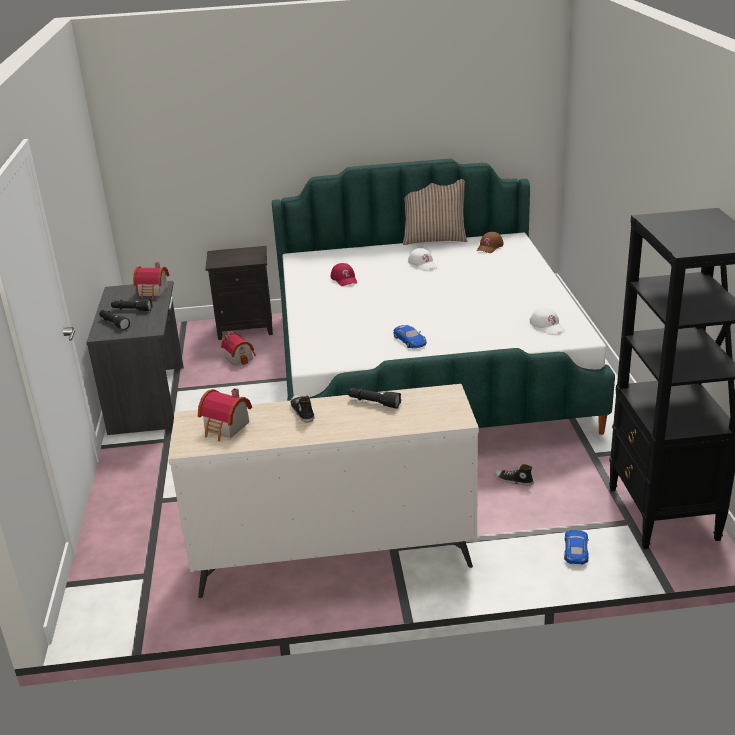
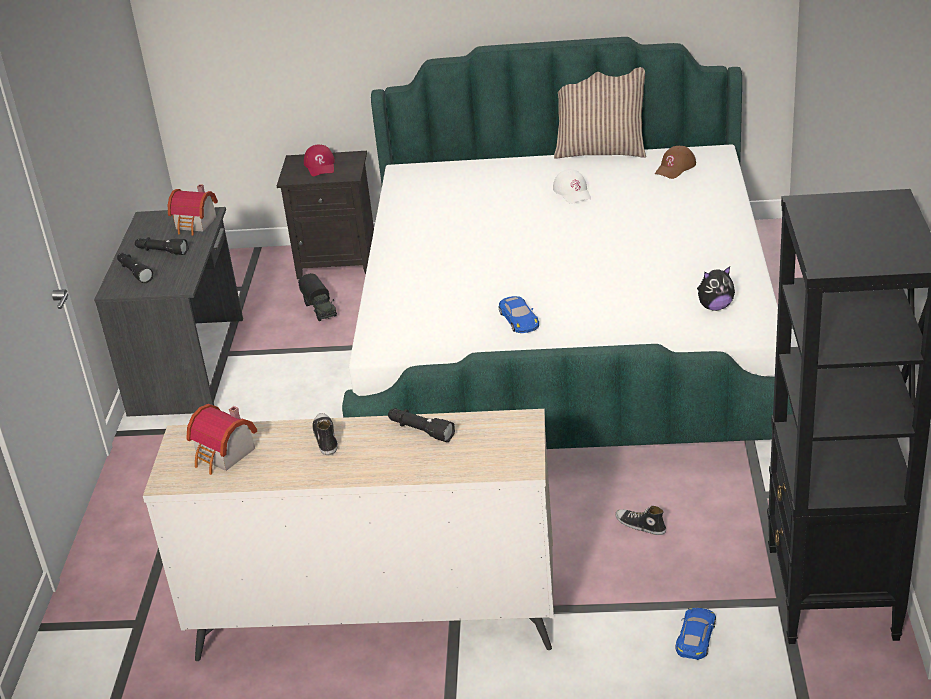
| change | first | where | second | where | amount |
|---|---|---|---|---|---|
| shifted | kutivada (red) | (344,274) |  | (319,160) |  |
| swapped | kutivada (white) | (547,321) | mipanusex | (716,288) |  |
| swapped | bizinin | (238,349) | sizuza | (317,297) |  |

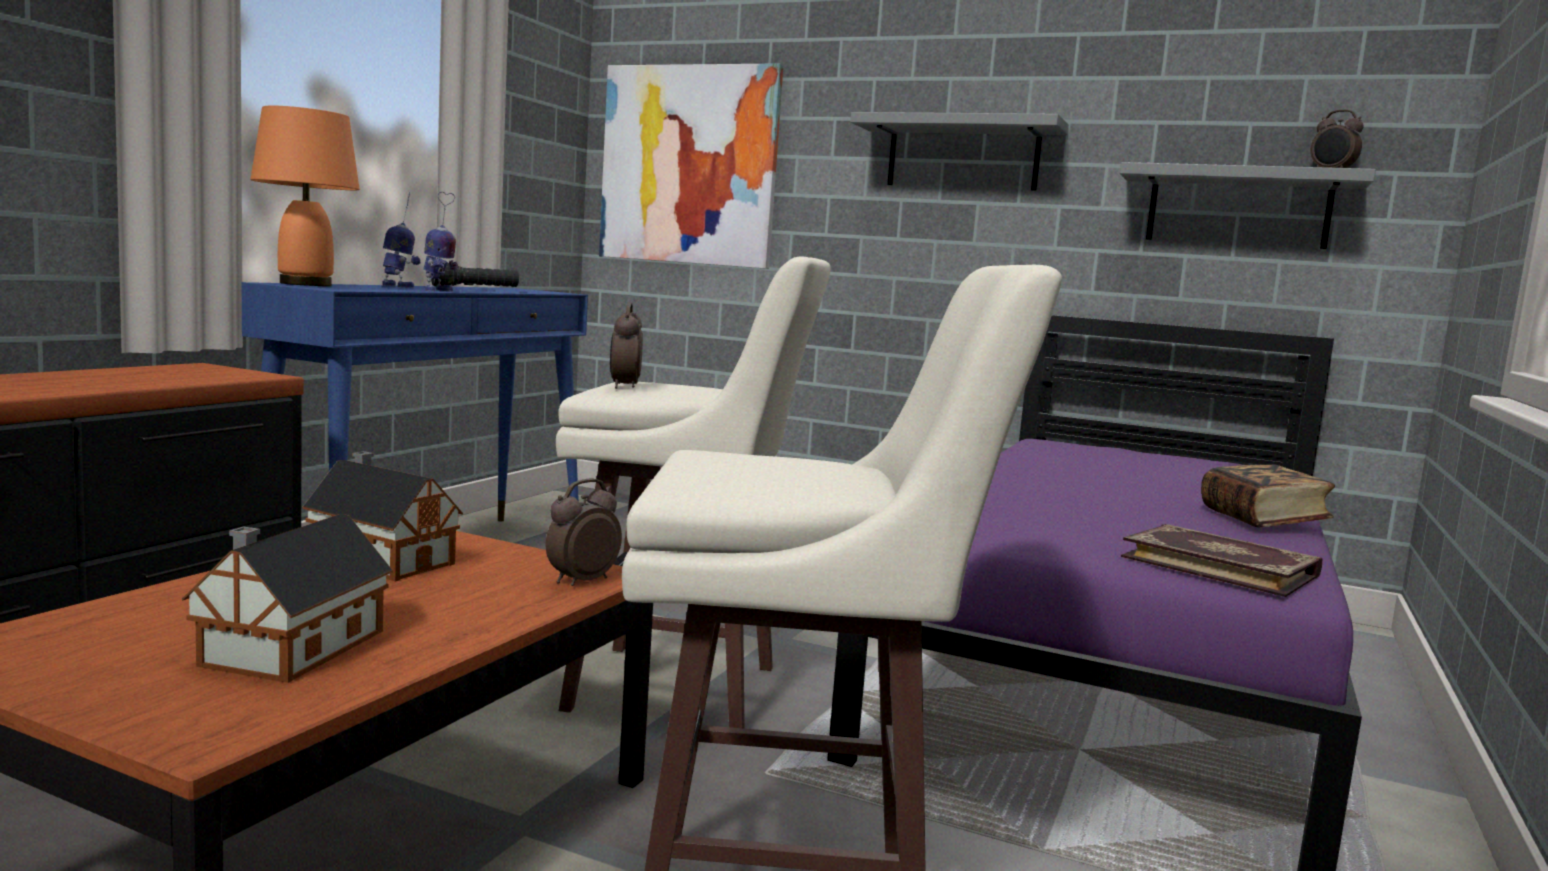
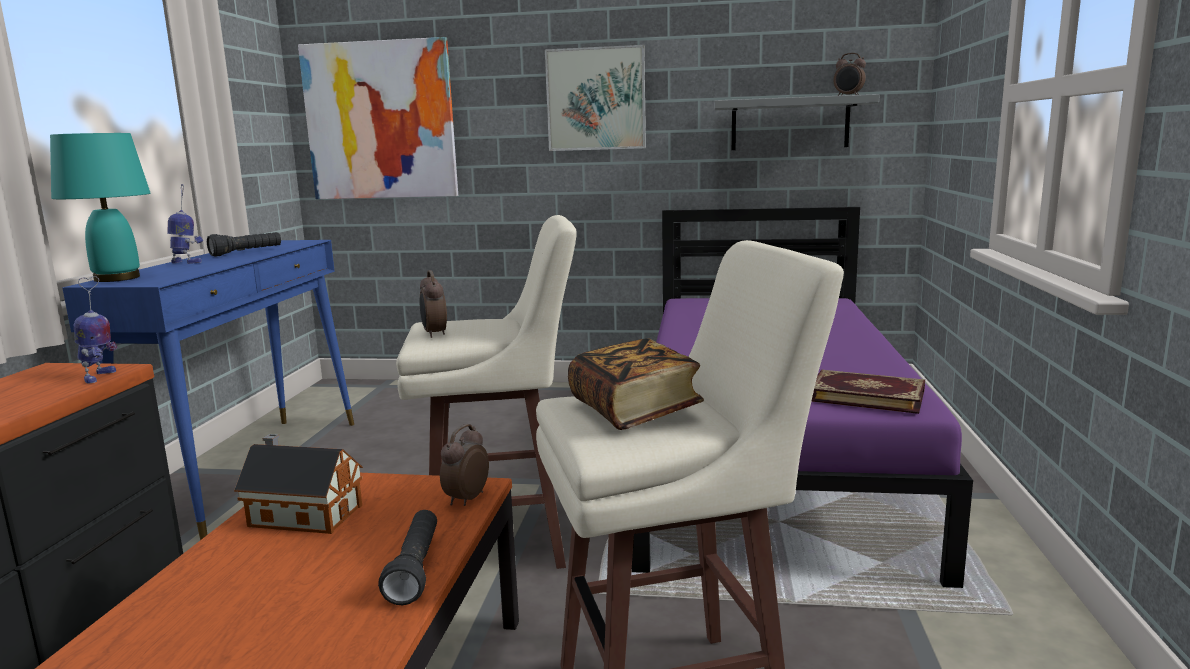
| change | first | where | second | where | amount |
|---|---|---|---|---|---|
| repainted | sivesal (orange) | (305,195) | sivesal (turquoise) | (100,207) |  |
| swapped | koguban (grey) | (959,151) | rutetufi | (595,98) |  |
| shifted | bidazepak | (440,241) |  | (96,330) |  |
| shifted | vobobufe | (1268,495) |  | (636,384) |  |
| gone | bizinin | (287,598) |  |  |  |
| new |  |  | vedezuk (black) | (407,557) |  |

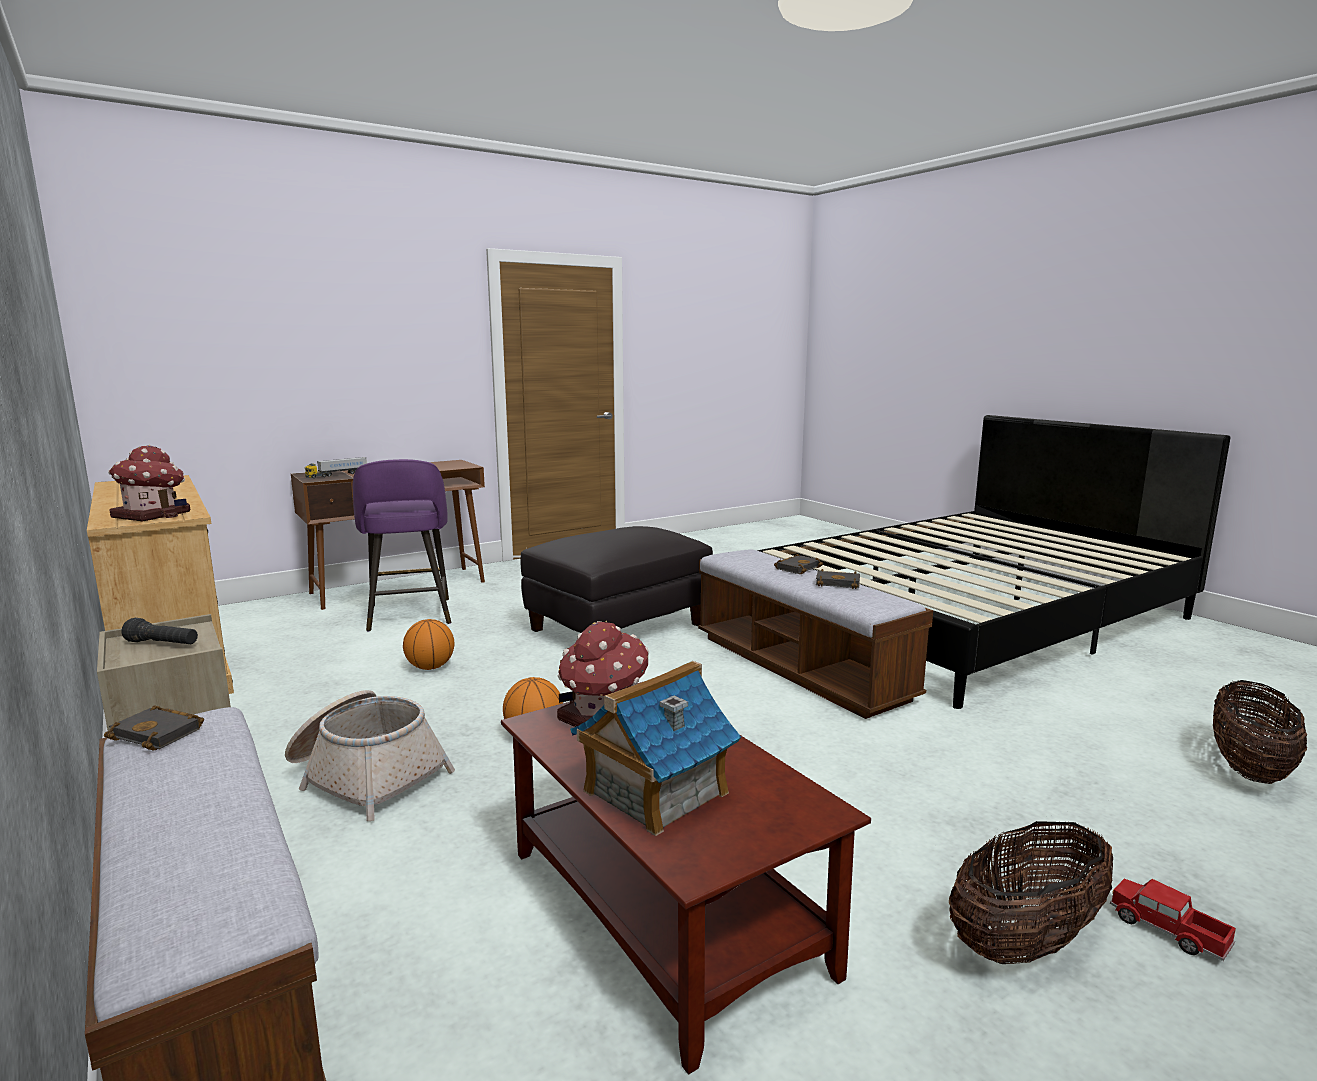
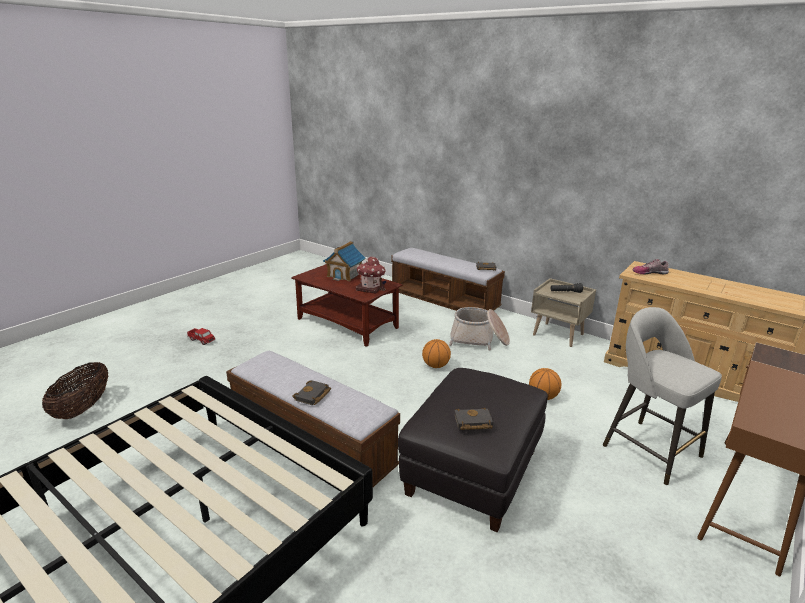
| change | first | where | second | where | amount |
|---|---|---|---|---|---|
| swapped | bizinin | (149,483) | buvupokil | (650,267) |  |
| gone | sizuza | (336,467) |  |  |  |
| repainted | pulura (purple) | (401,545) | pulura (grey) | (662,396) |  |
| shifted | vobobufe (black) | (838,579) |  | (474,419) |  |
| gone | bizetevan | (1031,892) |  |  |  |

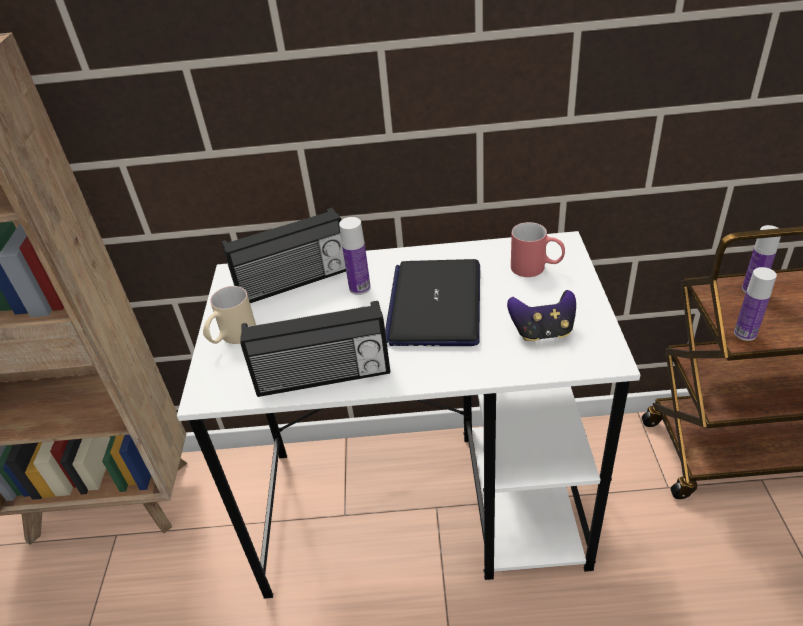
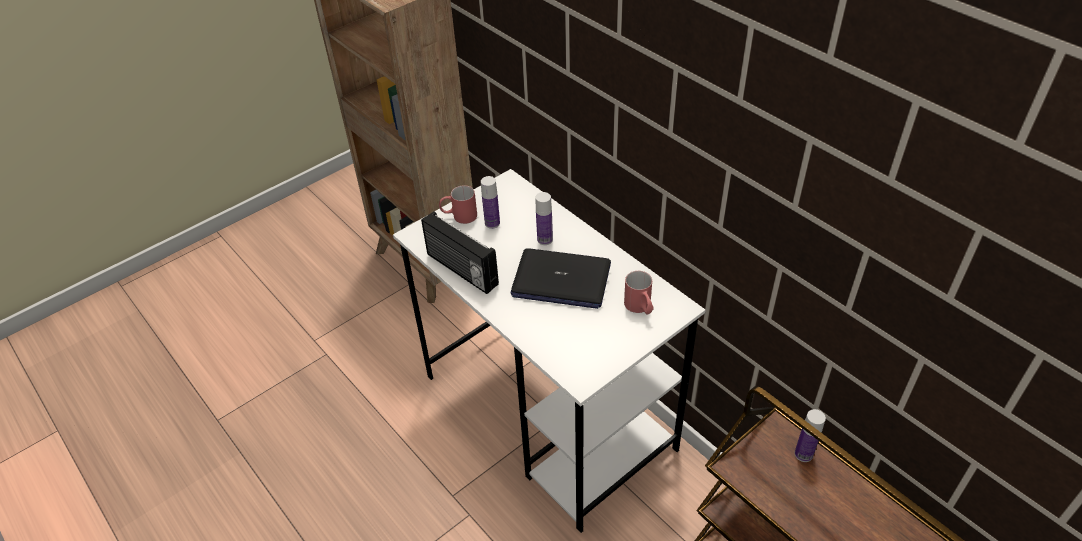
| change | first | where | second | where | amount |
|---|---|---|---|---|---|
| gone | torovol | (284,255) |  |  |  |
| rotated | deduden | (432,302) |  | (560,278) | 135 degrees counterclockwise |
| shifted | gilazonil | (755,304) |  | (490,202) |  |
| repainted | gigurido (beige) | (229,315) | gigurido (red) | (458,204) |  |
| gone | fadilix | (541,315) |  |  |  |

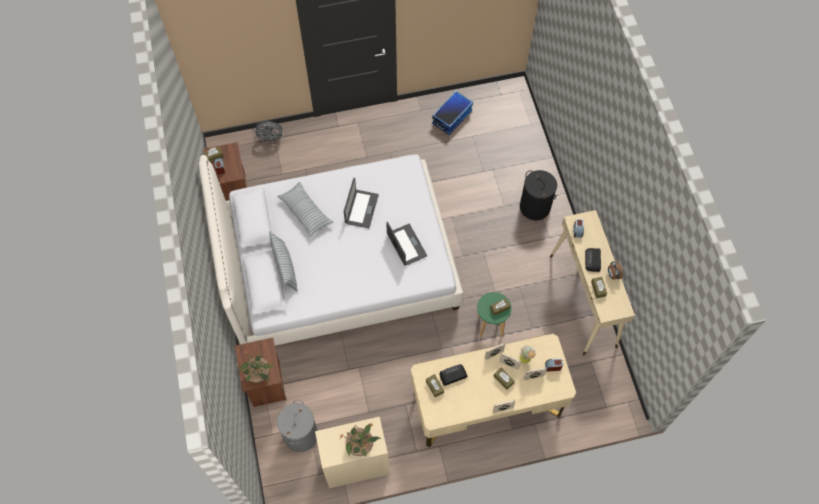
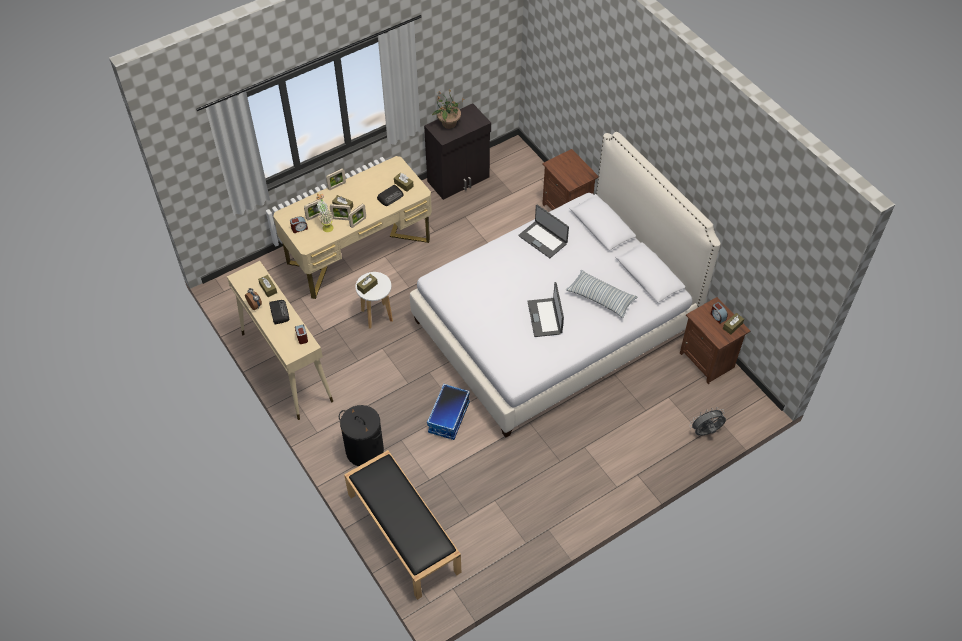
| change | first | where | second | where | amount |
|---|---|---|---|---|---|
| shifted | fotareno | (452,113) |  | (448,412) |  |
| shifted | deduden | (406,244) |  | (543,231) |  |
| gone | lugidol | (283,261) |  |  |  |
| repainted | pulura (green) | (494,314) | pulura (white) | (374,300) |  |
| gone | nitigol | (257,367) |  |  |  |
| gone | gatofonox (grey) | (297,426) |  |  |  |
| repainted | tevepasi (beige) | (352,452) | tevepasi (black) | (457,152) |  |
| new |  |  | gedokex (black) | (402,525) |  |

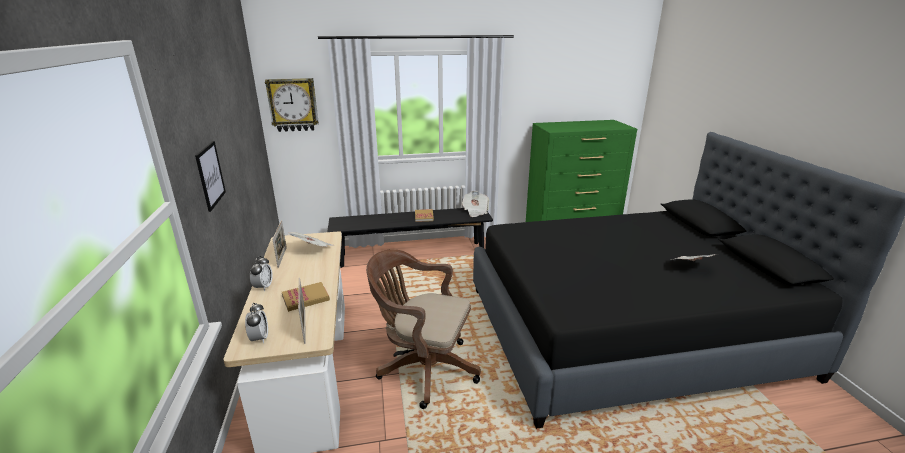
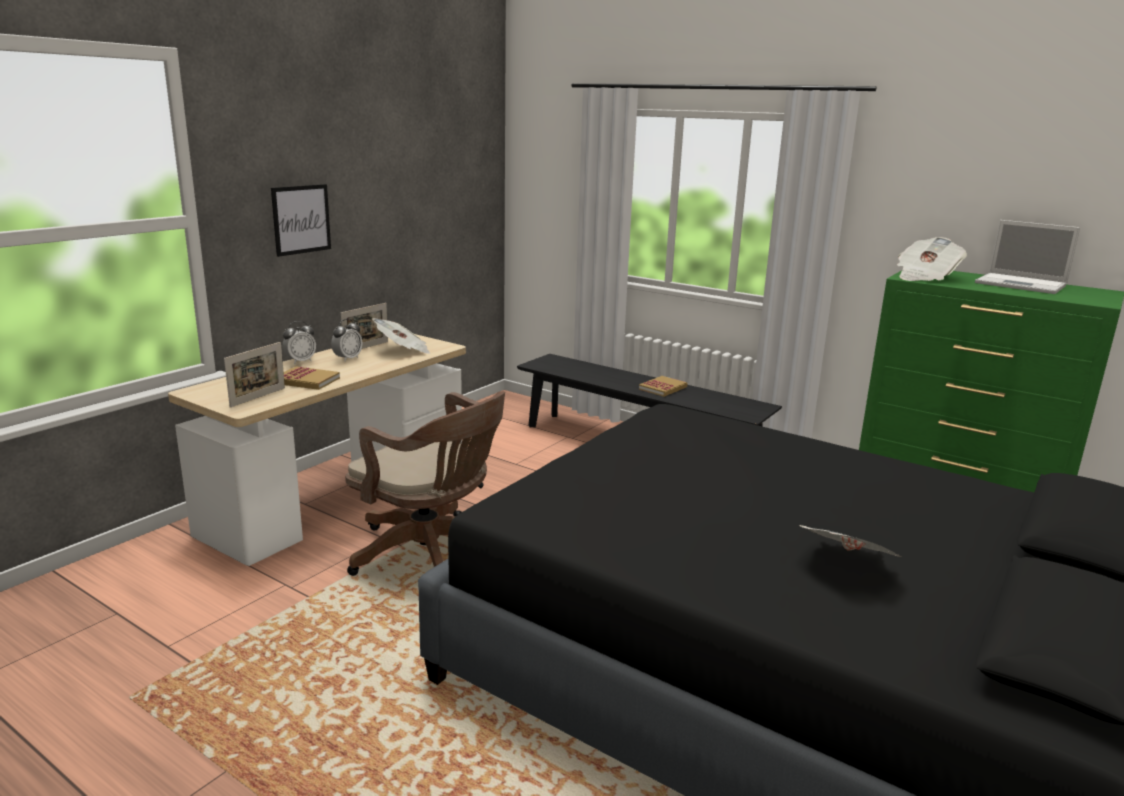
| change | first | where | second | where | amount |
|---|---|---|---|---|---|
| gone | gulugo | (292,105) |  |  |  |
| shifted | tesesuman | (475,204) |  | (932,259) |  |
| rotated | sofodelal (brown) | (423,329) |  | (425,483) | 150 degrees clockwise |
| shifted | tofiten | (256,323) |  | (346,340) |  |
| new |  |  | deduden | (1027,257) |  |

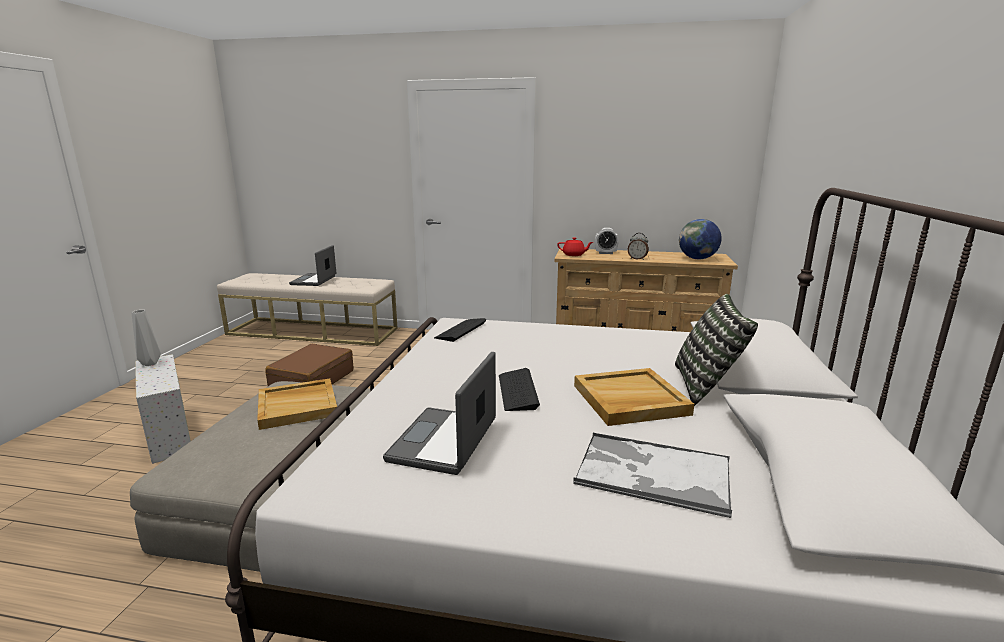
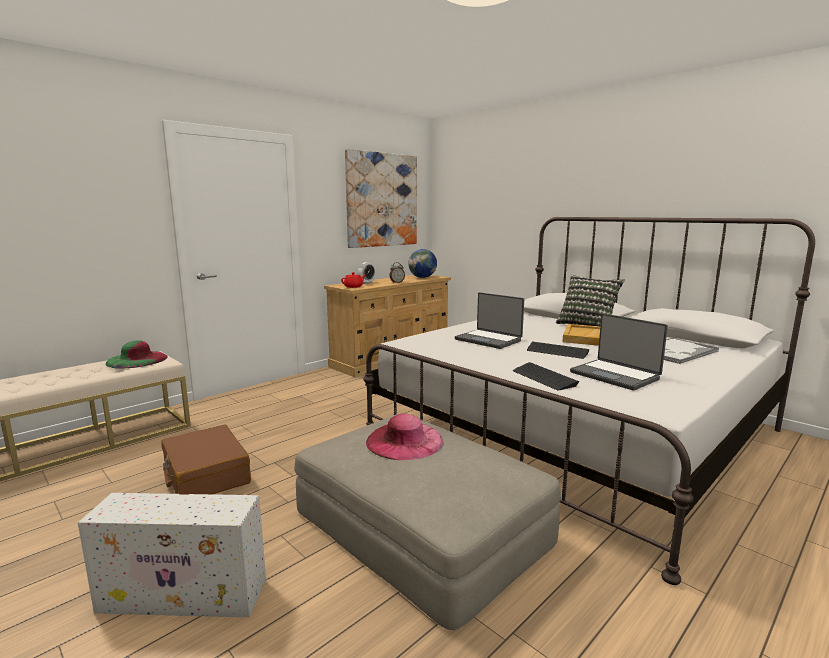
| change | first | where | second | where | amount |
|---|---|---|---|---|---|
| shifted | deduden | (312,265) |  | (489,320) |  |
| gone | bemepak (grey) | (146,338) |  |  |  |
| shifted | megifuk | (460,330) |  | (546,376) |  |
| swapped | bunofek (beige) | (297,404) | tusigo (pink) | (404,436) |  |
| new |  |  | rutetufi | (381,198) |  |
| new |  |  | tusigo (green) | (137,354) |  |

